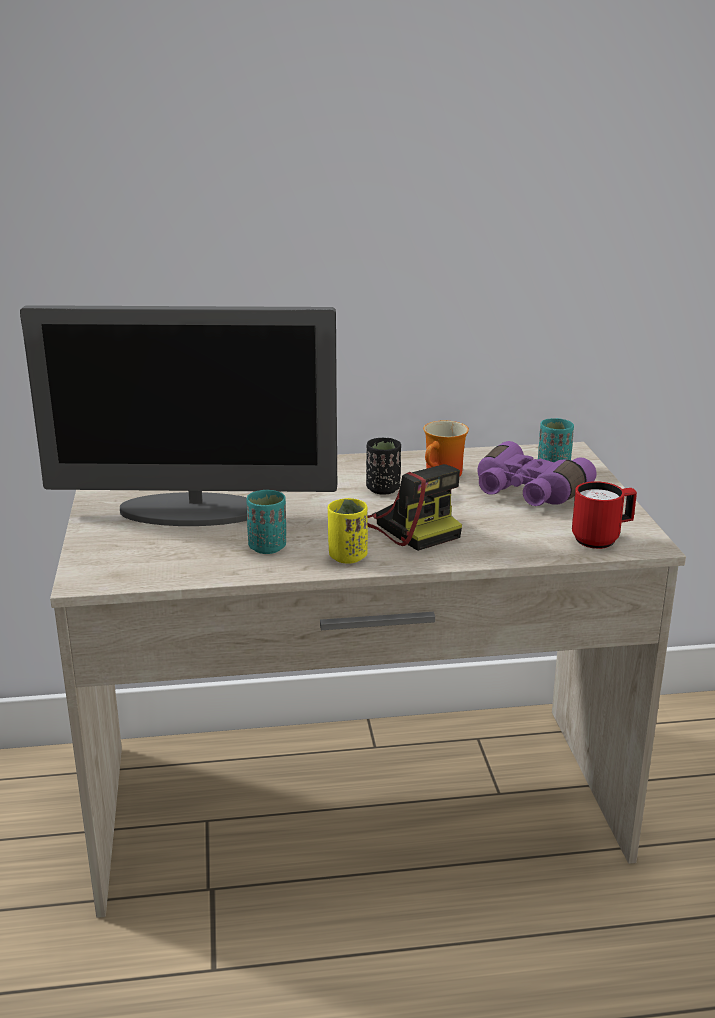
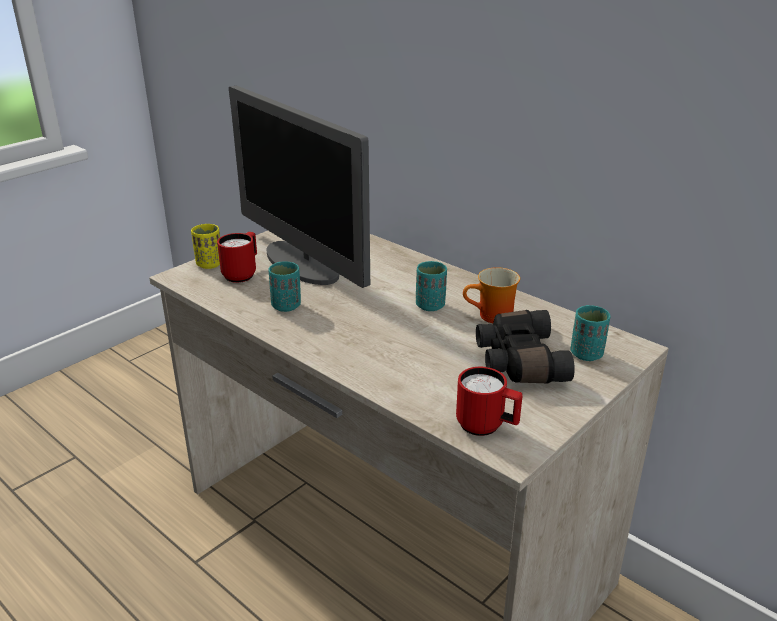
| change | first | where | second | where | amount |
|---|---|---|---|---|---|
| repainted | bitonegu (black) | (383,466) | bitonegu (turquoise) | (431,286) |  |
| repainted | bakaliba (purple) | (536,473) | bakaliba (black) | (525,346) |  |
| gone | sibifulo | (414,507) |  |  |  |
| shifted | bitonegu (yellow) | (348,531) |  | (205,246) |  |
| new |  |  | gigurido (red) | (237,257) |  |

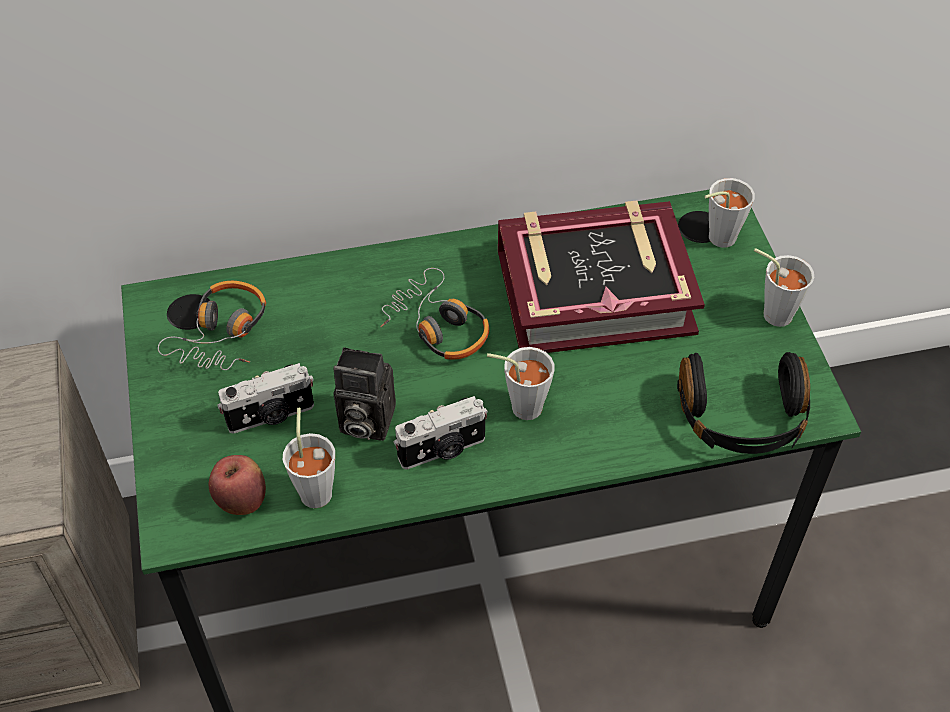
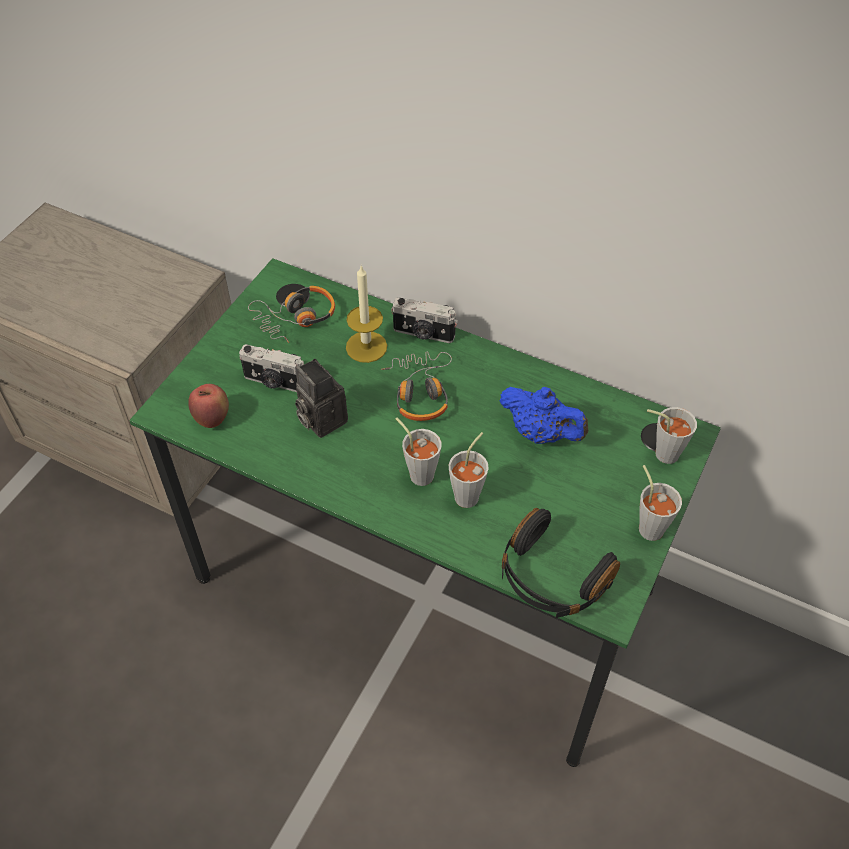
| change | first | where | second | where | amount |
|---|---|---|---|---|---|
| swapped | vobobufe | (601,277) | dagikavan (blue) | (543,415) |  |
| shifted | sibifulo | (441,432) |  | (424,320) |  |
| shifted | bitonegu (grey) | (309,458) |  | (468,470) |  |
| new |  |  | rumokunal | (366,314) |  |

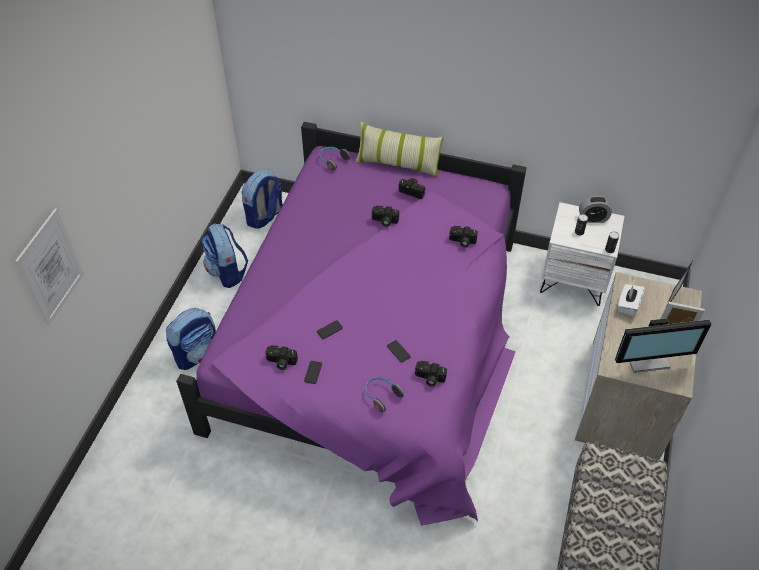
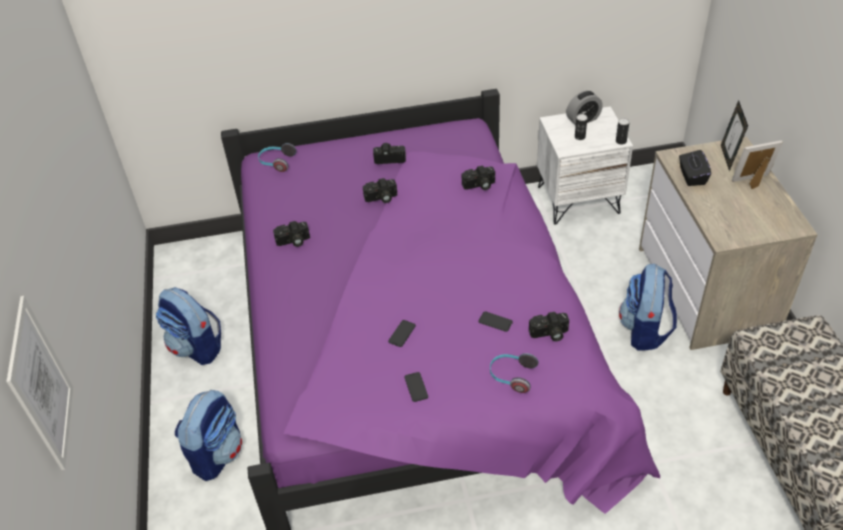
| change | first | where | second | where | amount |
|---|---|---|---|---|---|
| gone | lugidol | (399,149) |  |  |  |
| shifted | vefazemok | (261,199) |  | (648,307) |  |
| repainted | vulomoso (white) | (631,300) | vulomoso (black) | (695,168) |  |
| gone | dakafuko | (663,345) |  |  |  |
| shifted | sibifulo | (281,357) |  | (291,234) |  |

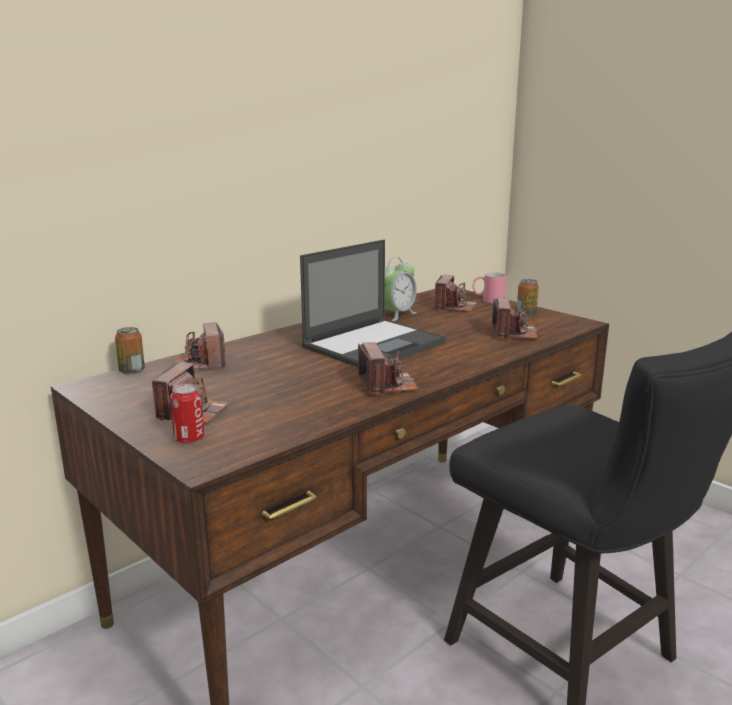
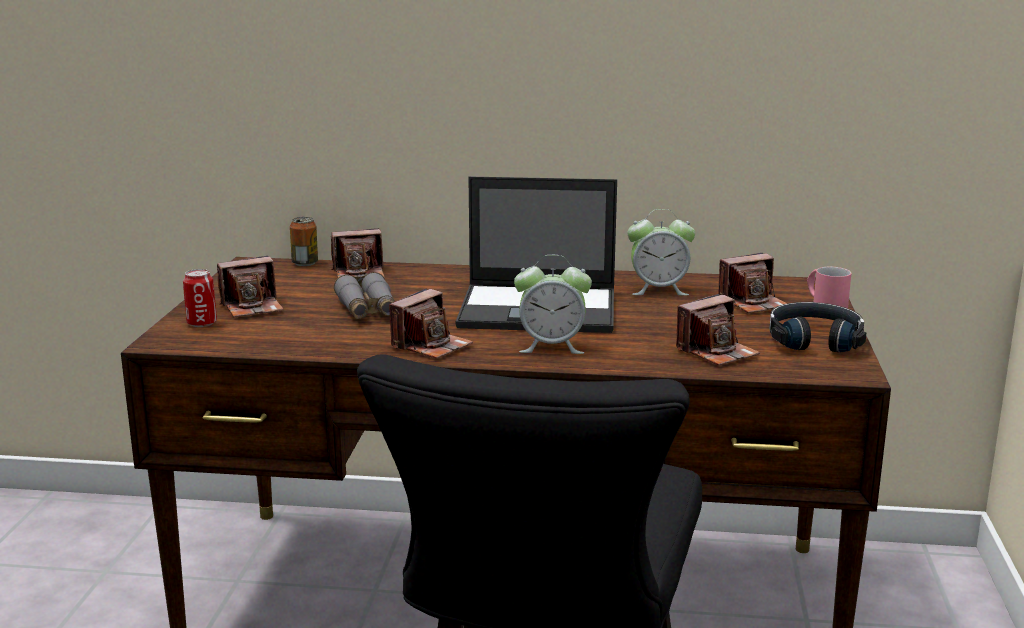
| change | first | where | second | where | amount |
|---|---|---|---|---|---|
| swapped | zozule | (527,297) | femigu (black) | (818,327) |  |
| rotated | sibifulo | (200,346) |  | (357,253) | 135 degrees counterclockwise |
| new |  |  | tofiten | (553,304) |  |
| new |  |  | bakaliba (grey) | (364,295) |  |

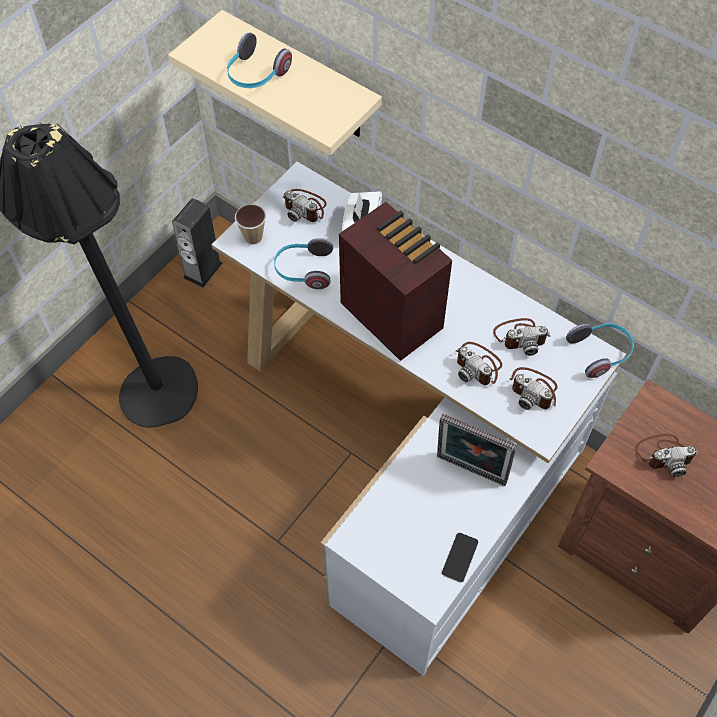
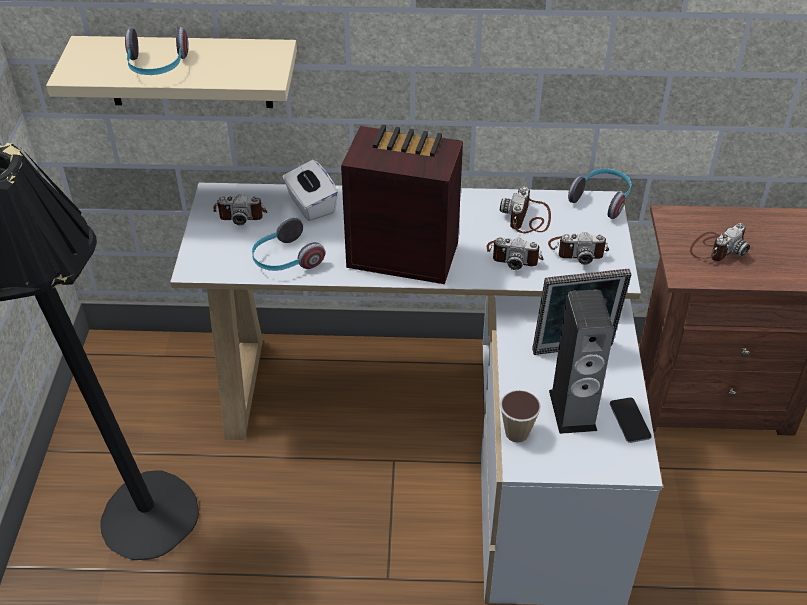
| change | first | where | second | where | amount |
|---|---|---|---|---|---|
| shifted | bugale | (197,243) |  | (581,361) |  |
| shifted | bitonegu | (250,224) |  | (520,416) |  |
| rotated | sibifulo | (521,337) |  | (525,209) | 150 degrees clockwise |

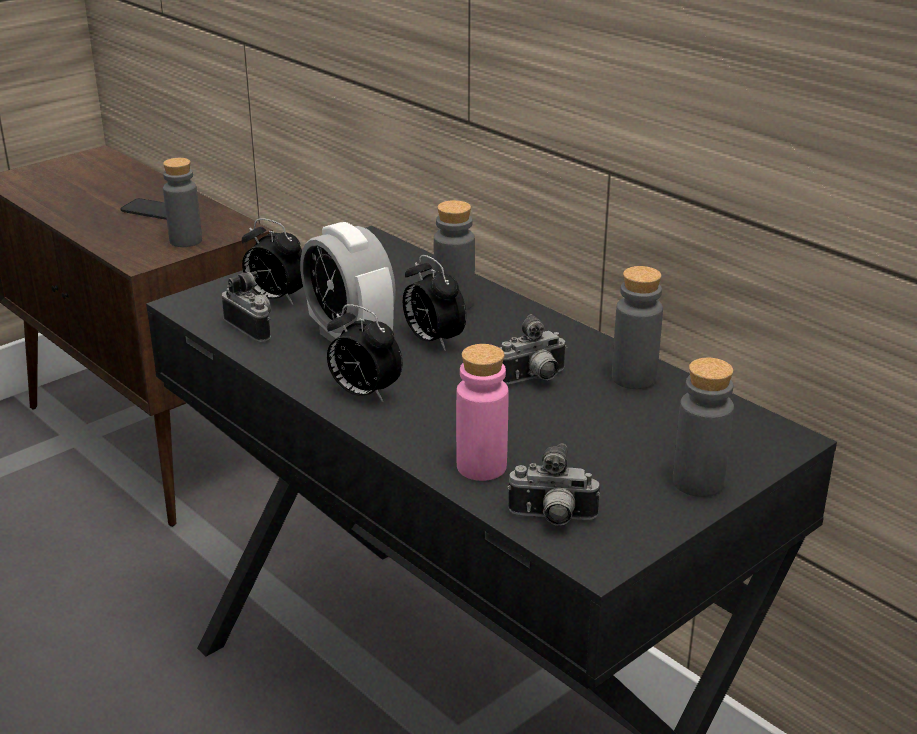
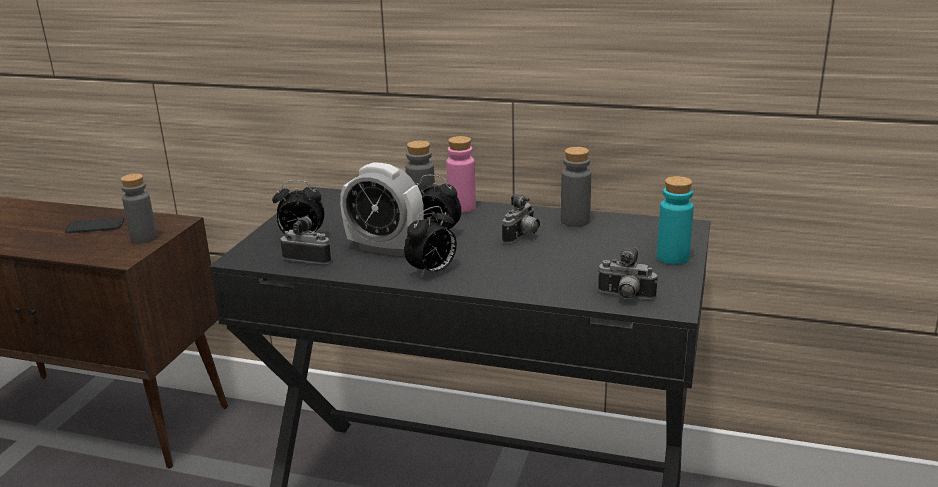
| change | first | where | second | where | amount |
|---|---|---|---|---|---|
| rotated | tofiten | (365,353) |  | (430,242) | 45 degrees counterclockwise |
| shifted | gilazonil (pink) | (482,412) |  | (461,174) |  |
| repainted | gilazonil (grey) | (703,427) | gilazonil (turquoise) | (675,220) |  |
| rotated | sibifulo | (553,484) |  | (627,273) | 45 degrees clockwise |

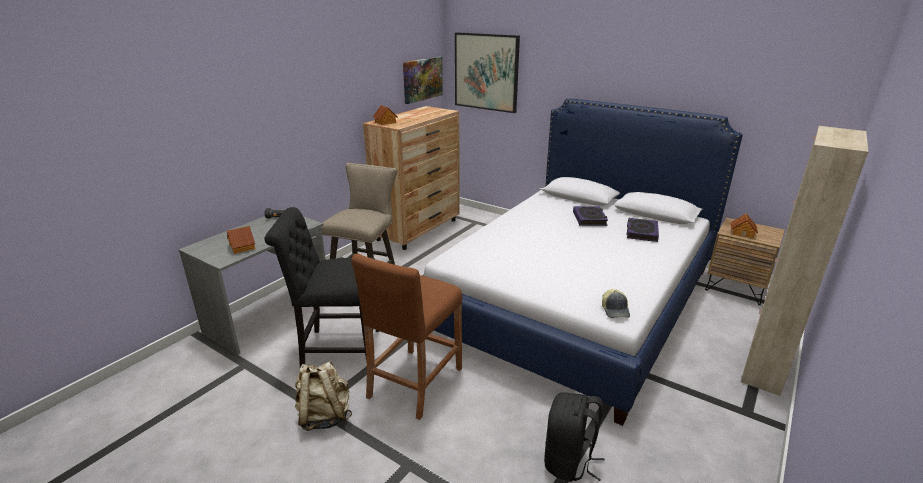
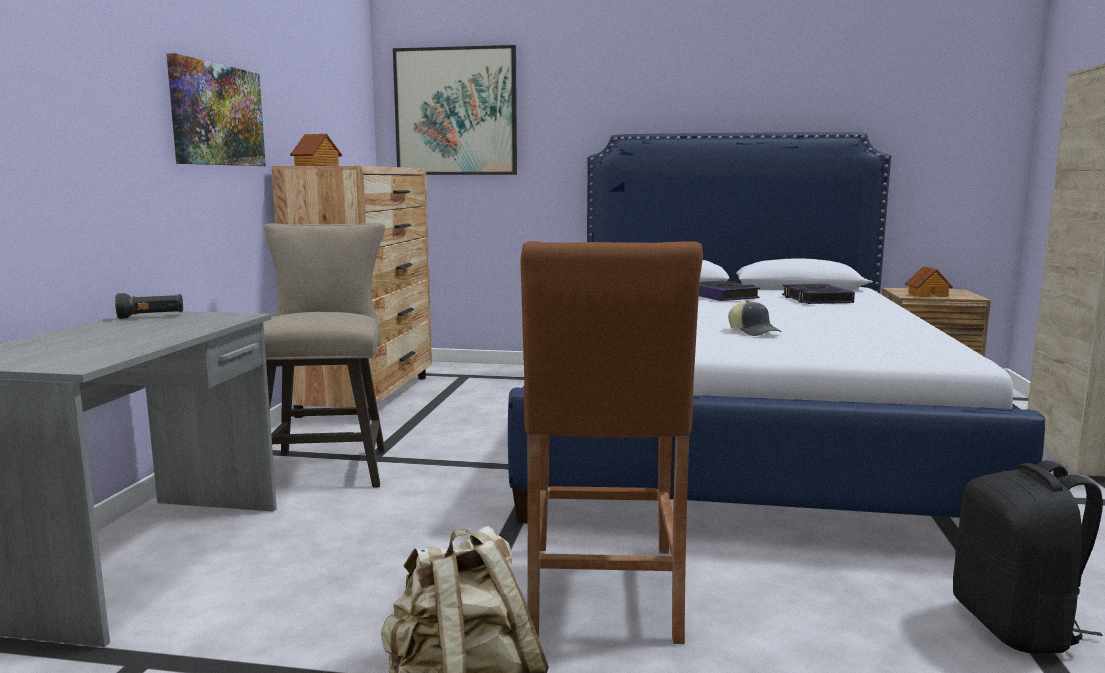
| change | first | where | second | where | amount |
|---|---|---|---|---|---|
| shifted | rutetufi | (423,80) |  | (216,109) |  |
| gone | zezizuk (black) | (322,287) |  |  |  |
| gone | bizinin | (241,240) |  |  |  |
| shifted | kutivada | (616,303) |  | (755,318) |  |

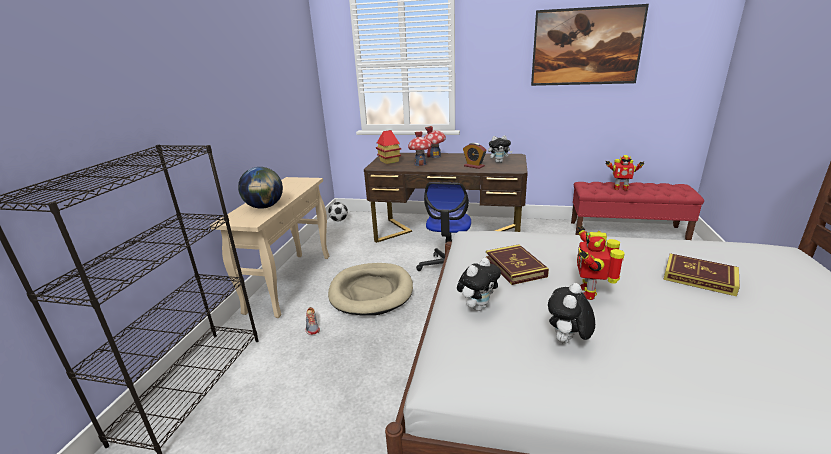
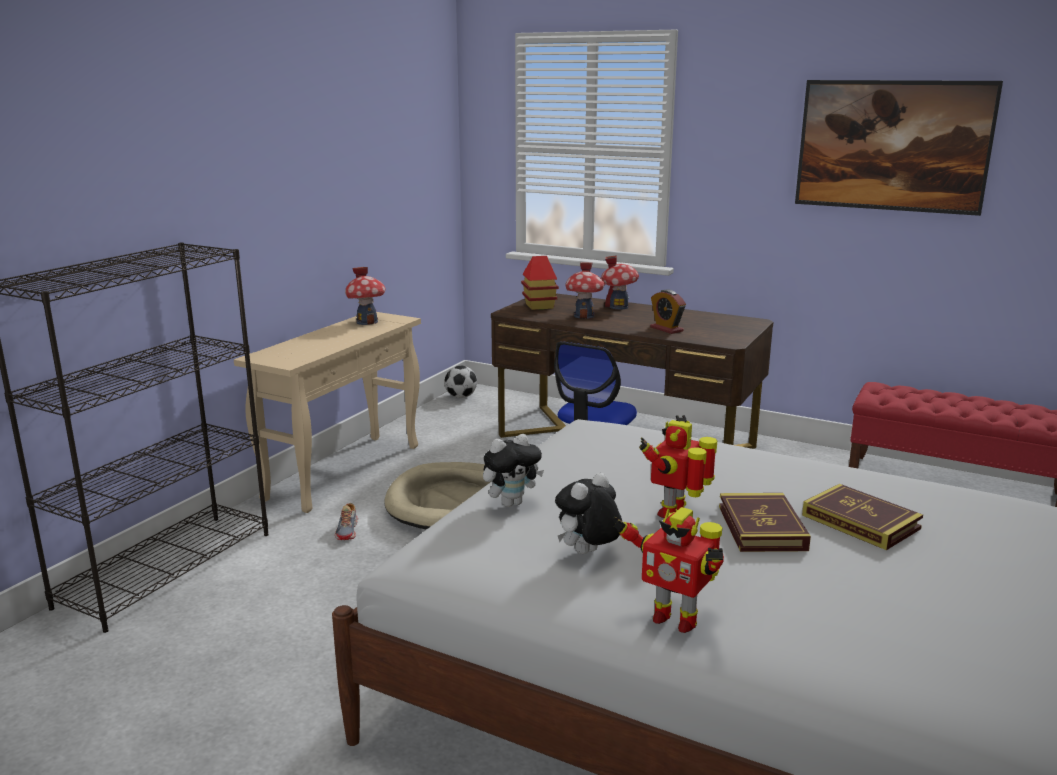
| change | first | where | second | where | amount |
|---|---|---|---|---|---|
| gone | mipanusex | (500,149) |  |  |  |
| shifted | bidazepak | (624,173) |  | (669,570) |  |
| gone | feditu | (260,188) |  |  |  |
| shifted | vobobufe | (517,264) |  | (765,522) |  |
| new |  |  | bizinin | (365,296) |  |

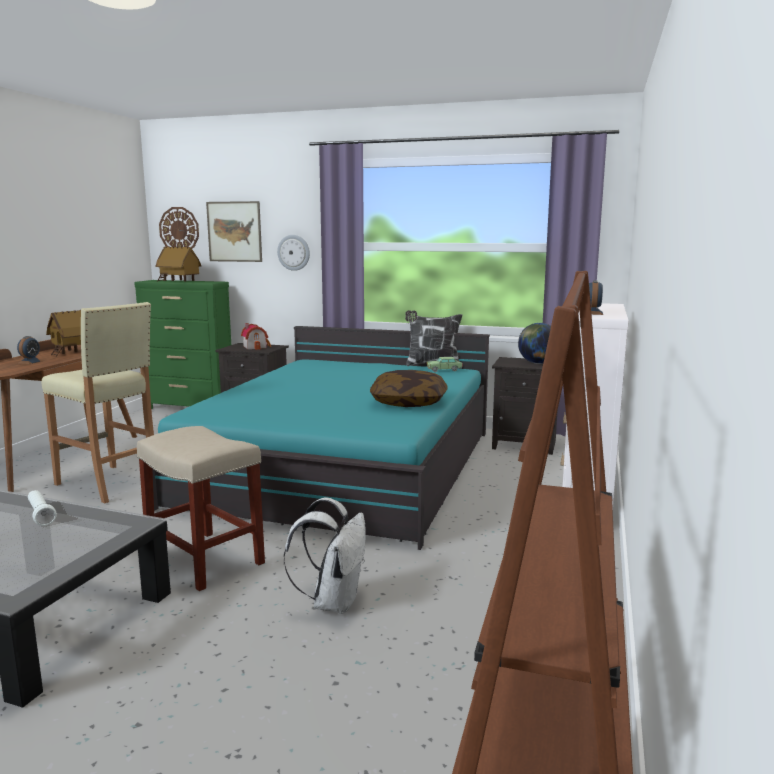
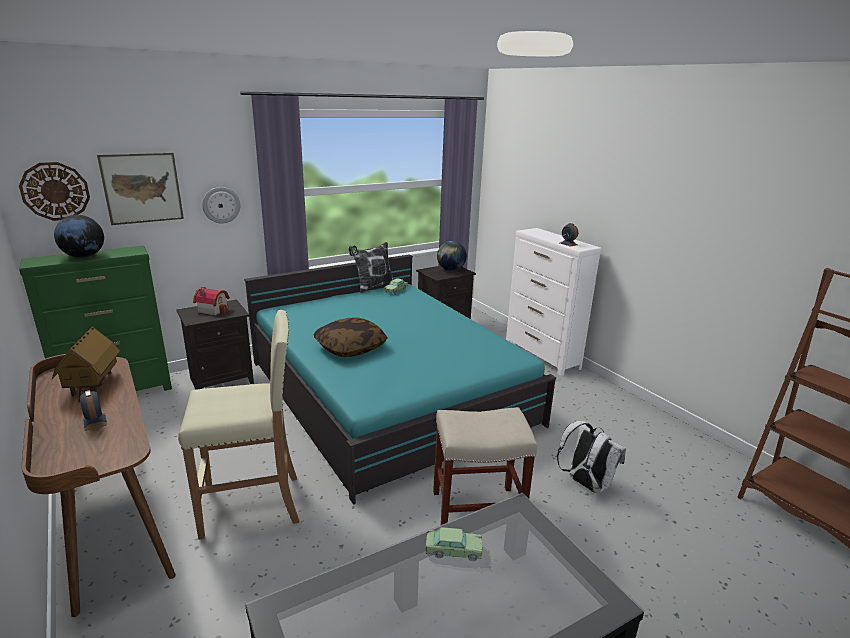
| change | first | where | second | where | amount |
|---|---|---|---|---|---|
| swapped | bizinin | (178,264) | feditu | (79,236) |  |
| shifted | lugidol | (408,388) |  | (350,337) |  |
| swapped | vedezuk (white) | (42,508) | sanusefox | (454,544) |  |

